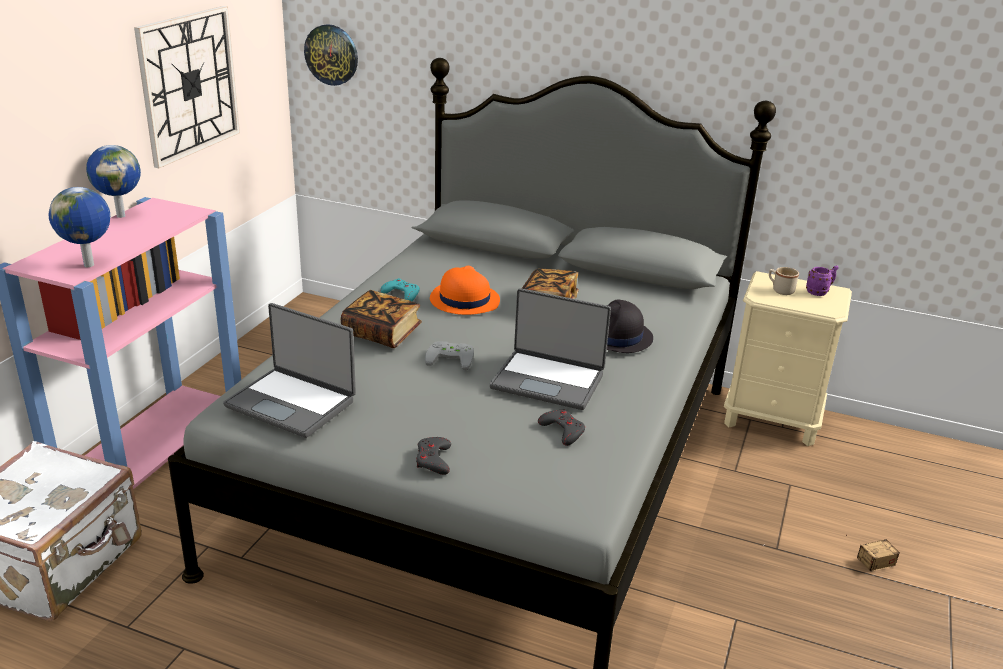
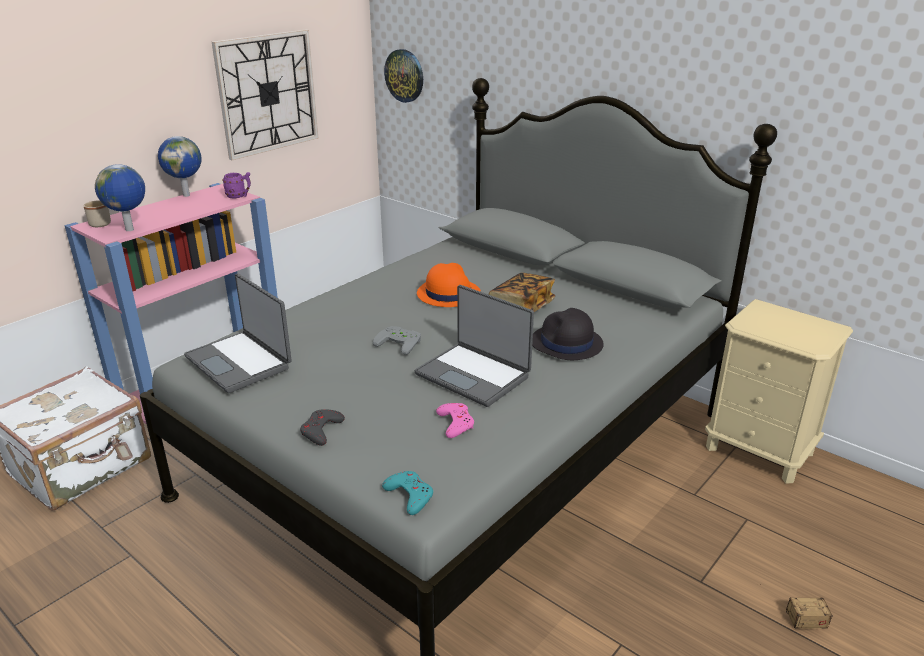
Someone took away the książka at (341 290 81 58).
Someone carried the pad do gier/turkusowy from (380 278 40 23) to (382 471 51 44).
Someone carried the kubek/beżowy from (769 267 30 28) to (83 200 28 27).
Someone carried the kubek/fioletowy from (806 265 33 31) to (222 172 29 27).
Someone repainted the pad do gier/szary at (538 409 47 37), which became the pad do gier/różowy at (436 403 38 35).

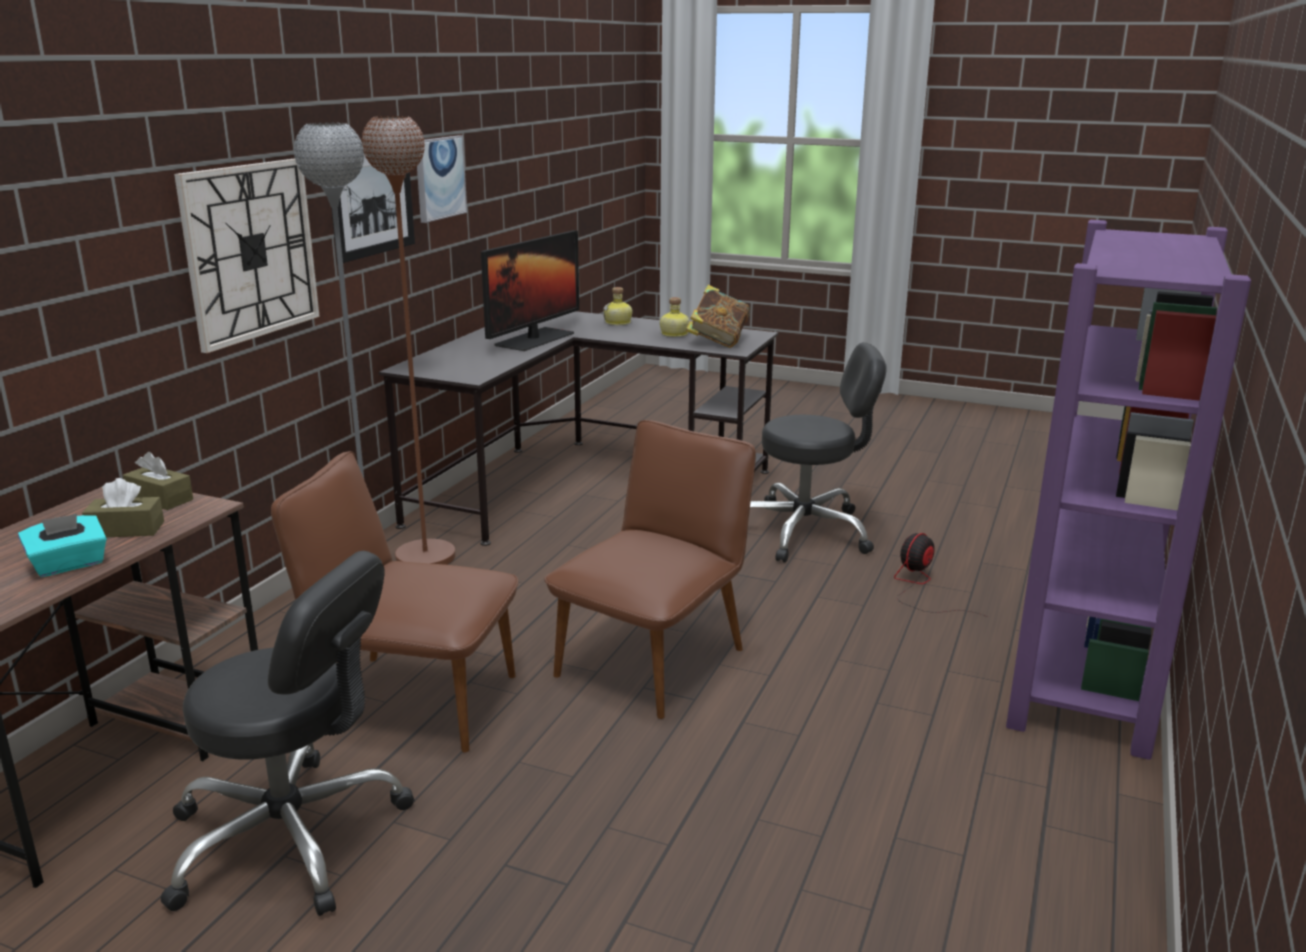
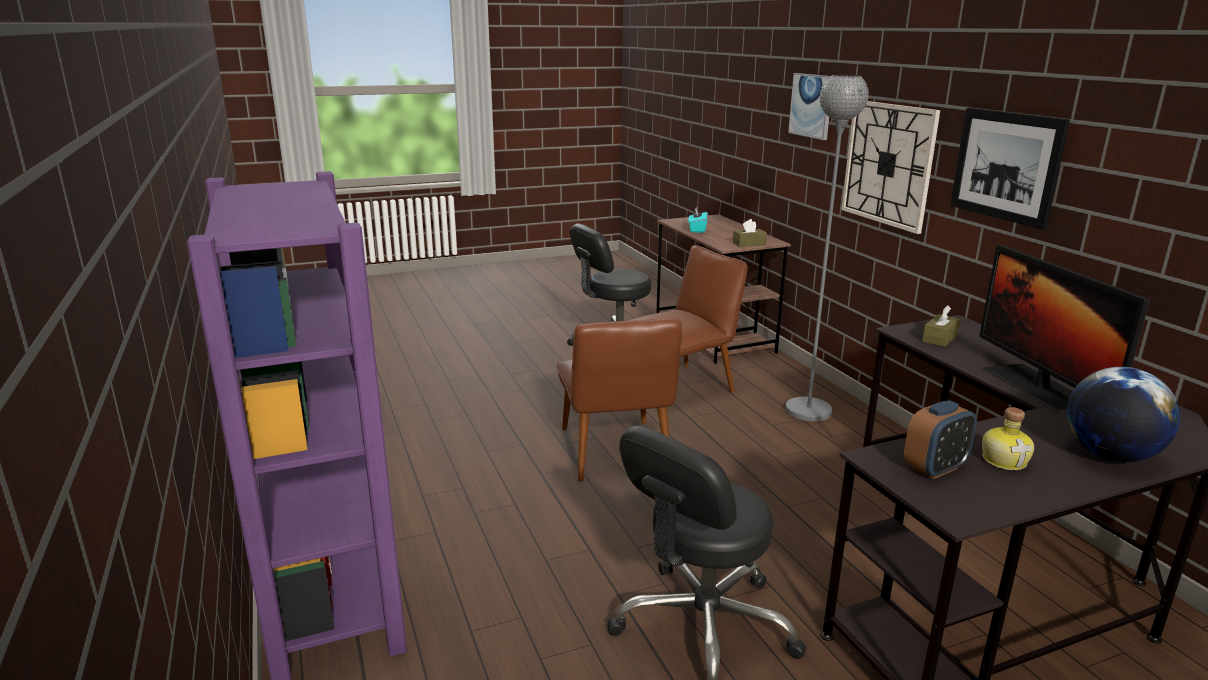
Someone took away the lampa stojąca/brązowy at (362 116 94 449).
Someone took away the wentylator at (894 533 94 84).
Someone carried the pudełko chusteczek/brązowy from (82 478 82 59) to (922 305 38 42).
Someone carried the obraz from (417 135 50 88) to (788 73 42 67).
Someone swapped the butelka at (603 287 29 38) for the globus at (1067 367 113 95).
Someone swapped the książka at (686 285 64 63) for the budzik at (904 400 73 79).

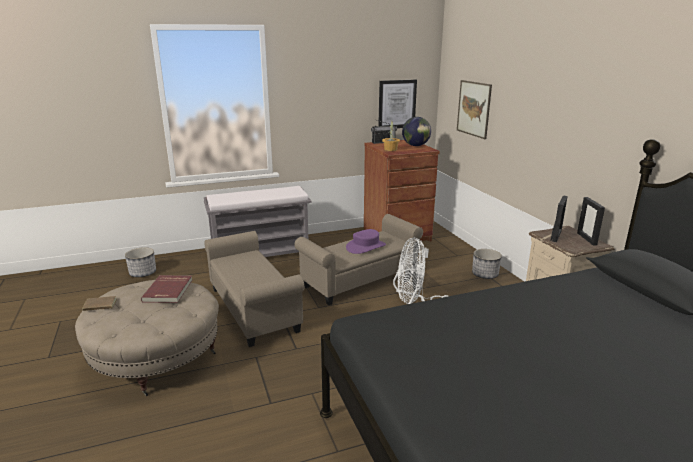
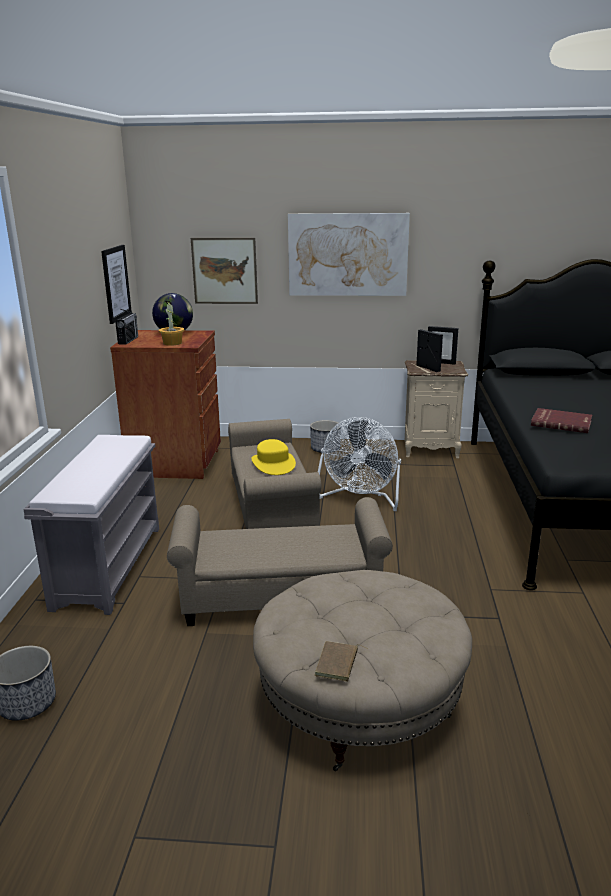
Someone put up the obraz at (288 213 122 83).
Someone carried the książka/czerwony from (141 275 51 28) to (531 408 61 25).
Someone repainted the kapelusz/fioletowy at (346 229 40 25), which became the kapelusz/żółty at (251 439 45 36).

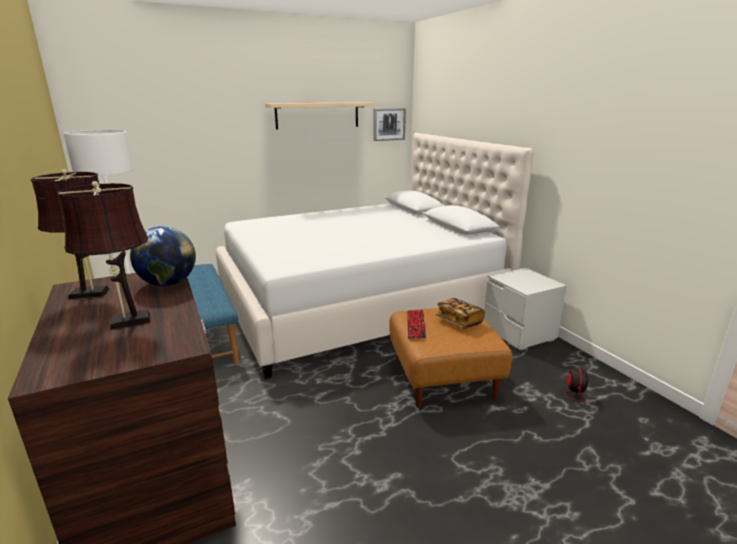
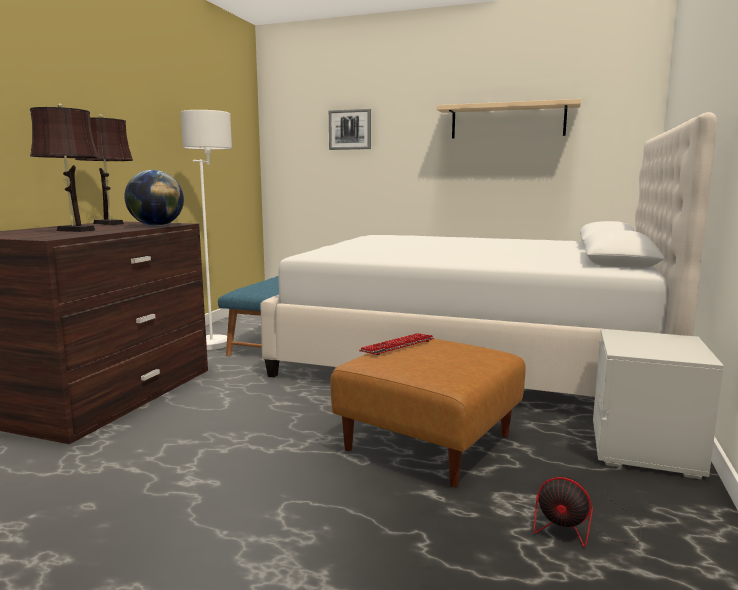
Someone took away the książka at (436 298 49 30).
Someone carried the obraz from (373 108 33 33) to (329 109 42 41).
Someone rotated the wentylator at (513 367 75 36) by 60 degrees clockwise.

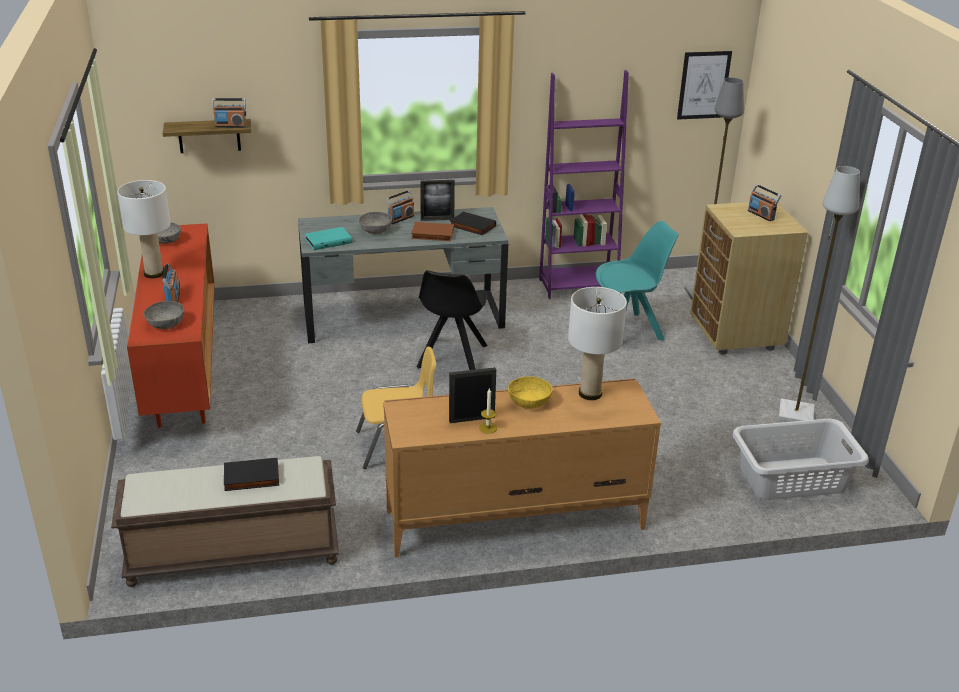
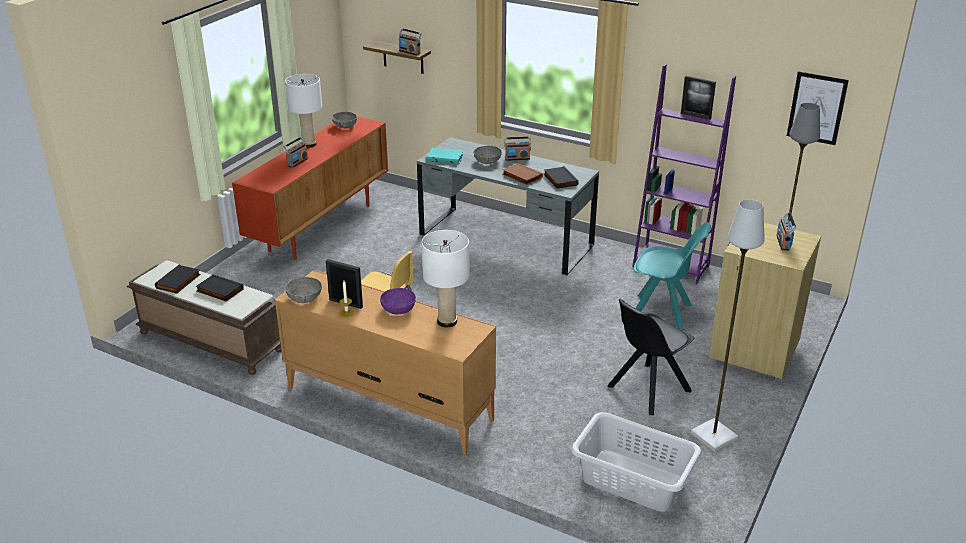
Someone put down the książka/czarny at (155 265 46 28).
Someone carried the miska/szary from (144 301 40 28) to (285 277 37 26).
Someone carried the krzesło/czarny from (416 270 72 100) to (608 299 86 116).
Someone carried the ramka na zdjęcie from (420 180 35 41) to (681 76 35 44).
Someone repainted the miska/żółty at (508 377 44 32), which became the miska/fioletowy at (380 288 36 27).

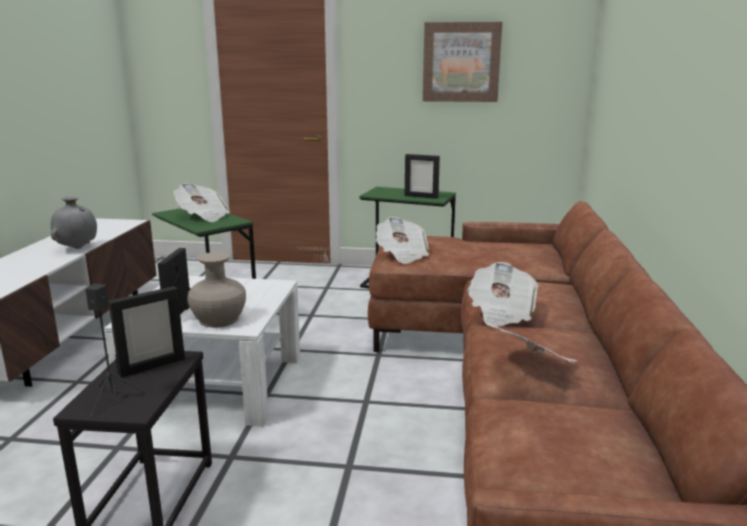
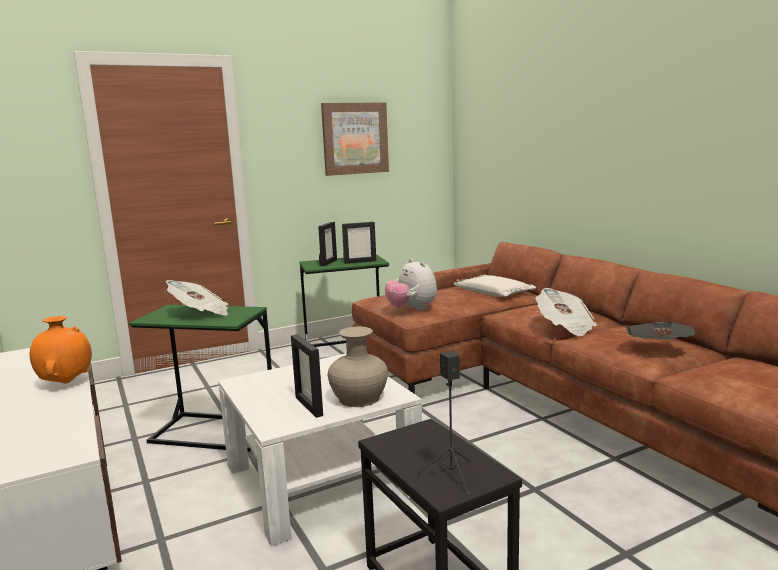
Someone put down the poduszka/biały at (454 274 82 23).
Someone carried the ramka na zdjęcie from (109 286 76 92) to (318 222 19 44).
Someone swapped the gazeta at (376 217 53 47) for the pluszak at (385 259 52 52).
Someone repainted the wazon/szary at (51 196 46 53), which became the wazon/pomarańczowy at (30 316 62 68).

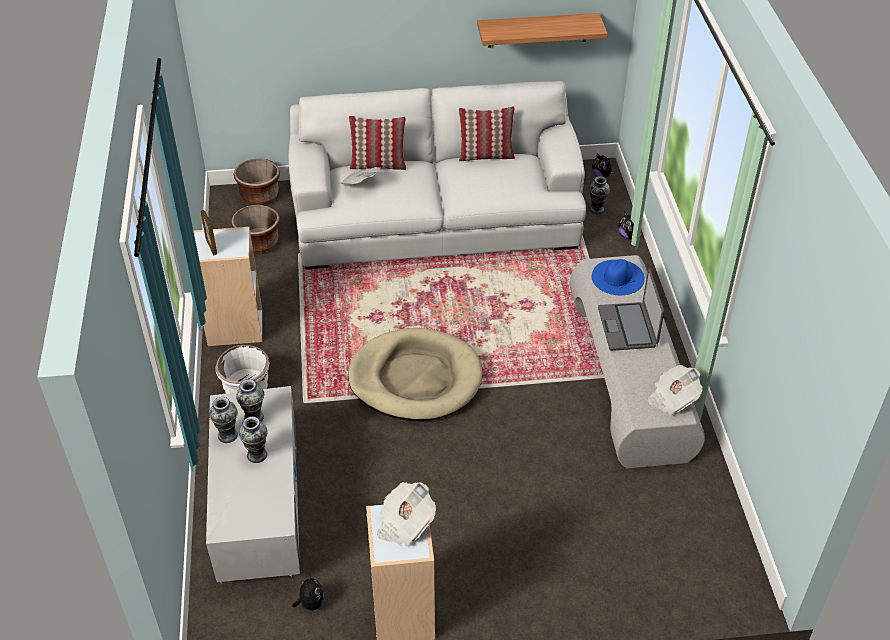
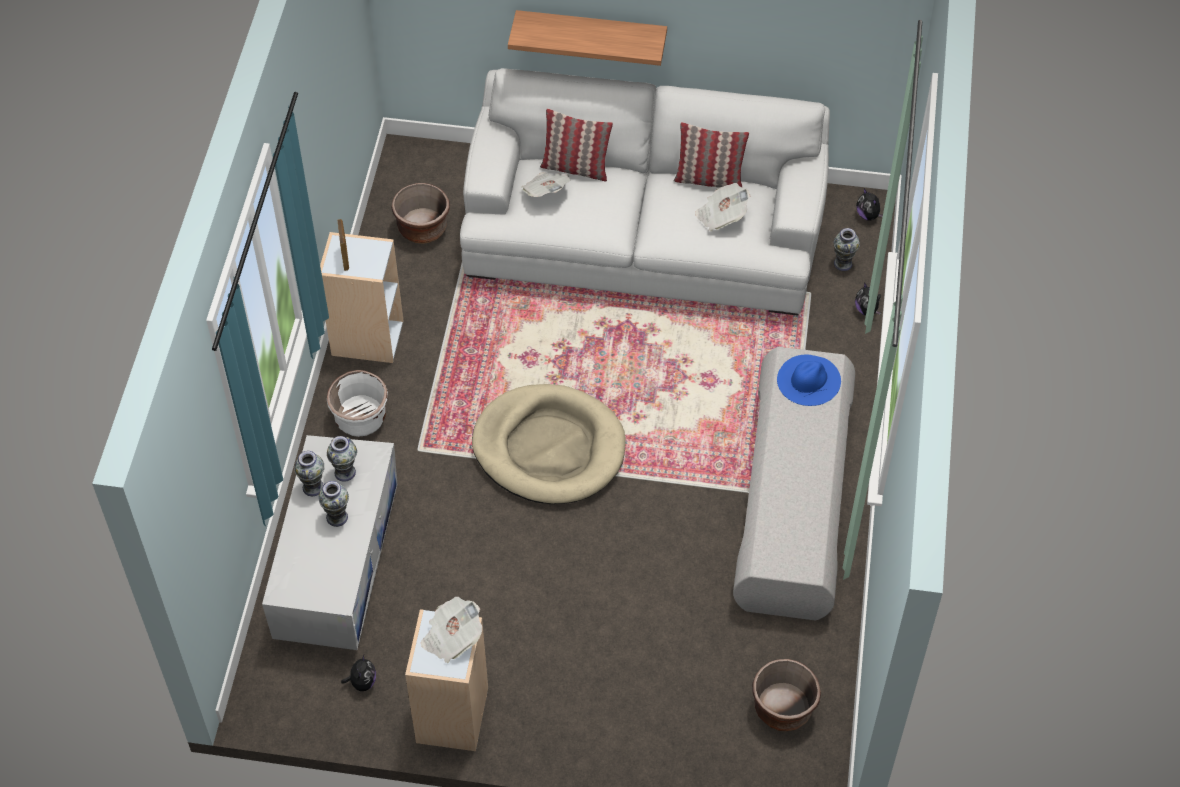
Someone took away the laptop at (598 269 66 82).
Someone carried the donica/brązowy from (234 159 46 46) to (752 659 69 72).
Someone carried the półka from (477 13 131 35) to (508 10 159 56).
Someone carried the gazeta from (647 365 55 50) to (695 183 55 48).

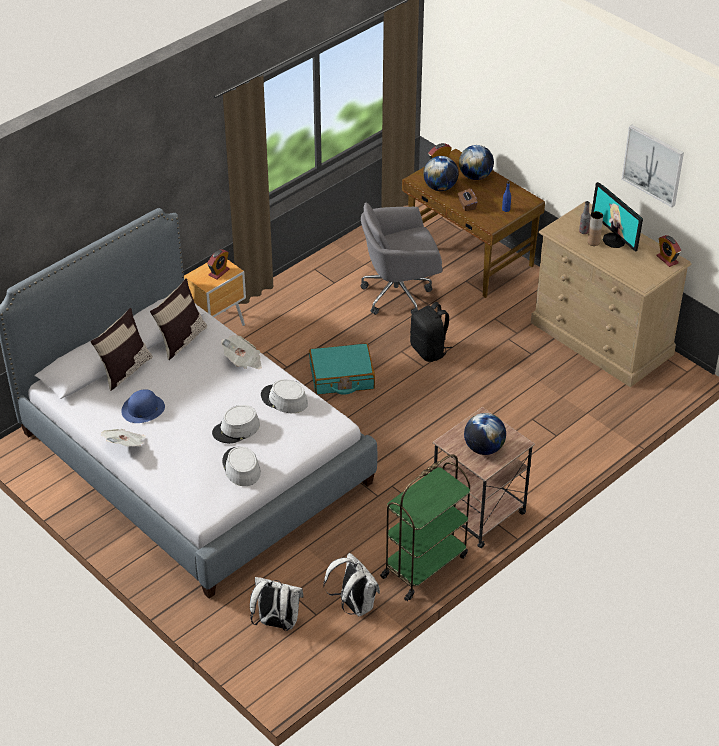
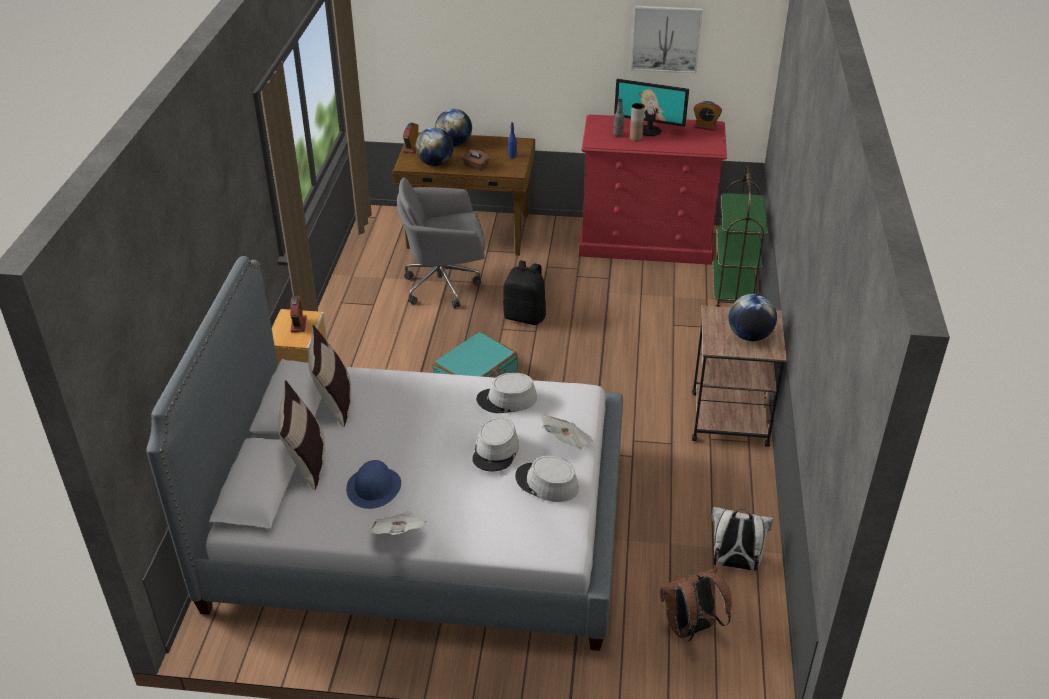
Someone carried the gazeta from (221 335 41 34) to (541 416 55 33).
Someone carried the wózek/zielony from (380 454 90 147) to (713 165 55 142).
Someone repainted the plecak/biały at (250 577 54 54), which became the plecak/brązowy at (660 567 72 75).
Someone repainted the komoda/beżowy at (531 201 161 186), which became the komoda/czerwony at (579 114 148 151).
Someone rotated the krzesło biurowe/szary at (361 203 82 112) by 45 degrees clockwise.

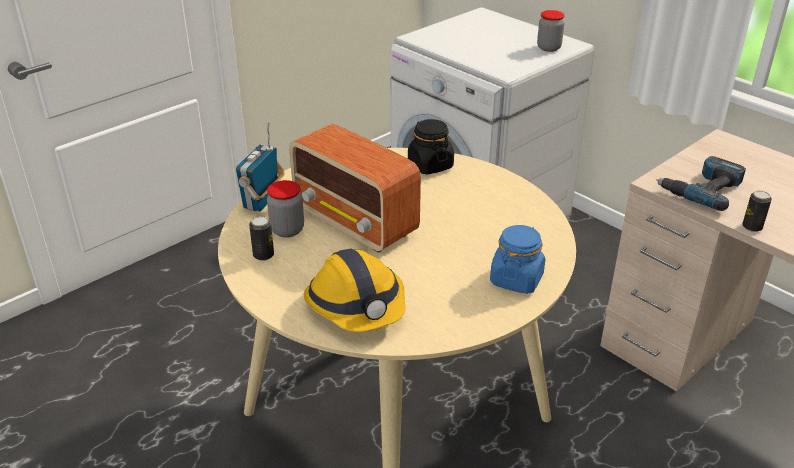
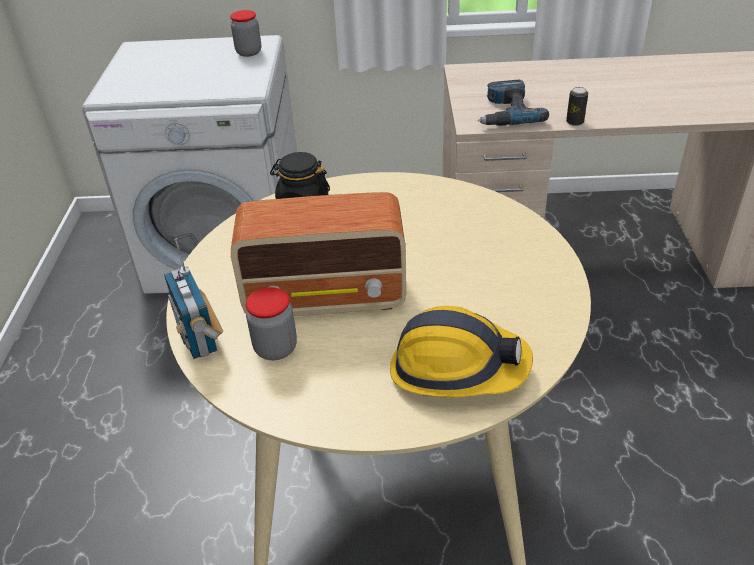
Someone took away the puszka at (249 216 25 45).
Someone took away the słoik/niebieski at (490 225 55 69).

